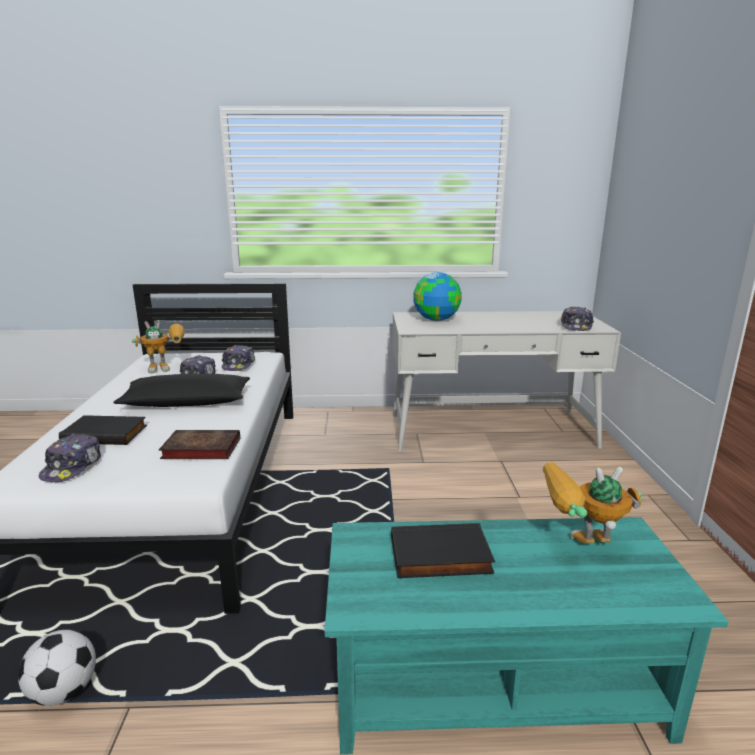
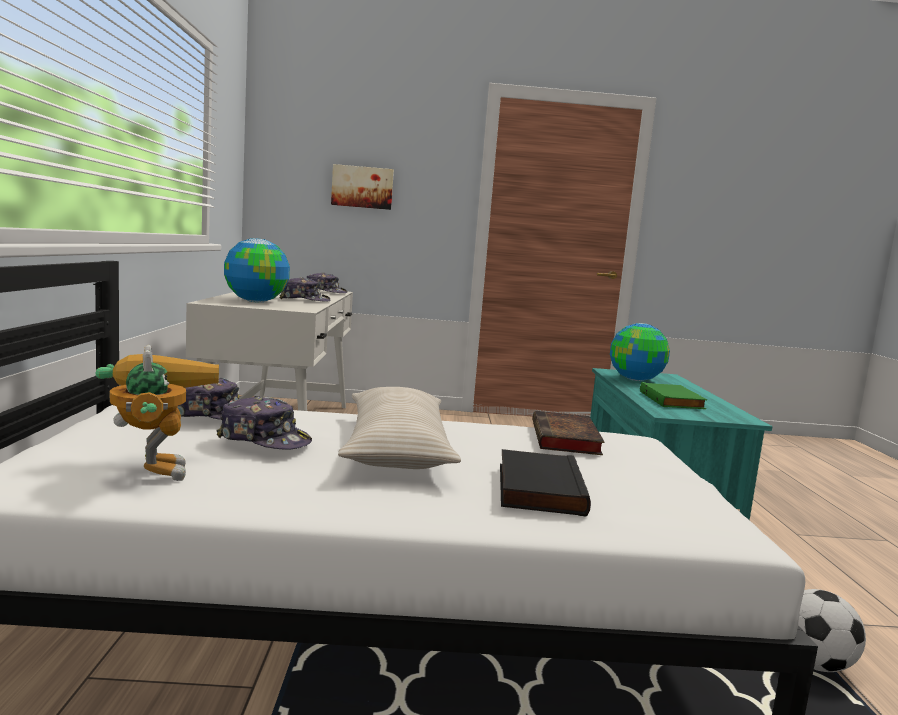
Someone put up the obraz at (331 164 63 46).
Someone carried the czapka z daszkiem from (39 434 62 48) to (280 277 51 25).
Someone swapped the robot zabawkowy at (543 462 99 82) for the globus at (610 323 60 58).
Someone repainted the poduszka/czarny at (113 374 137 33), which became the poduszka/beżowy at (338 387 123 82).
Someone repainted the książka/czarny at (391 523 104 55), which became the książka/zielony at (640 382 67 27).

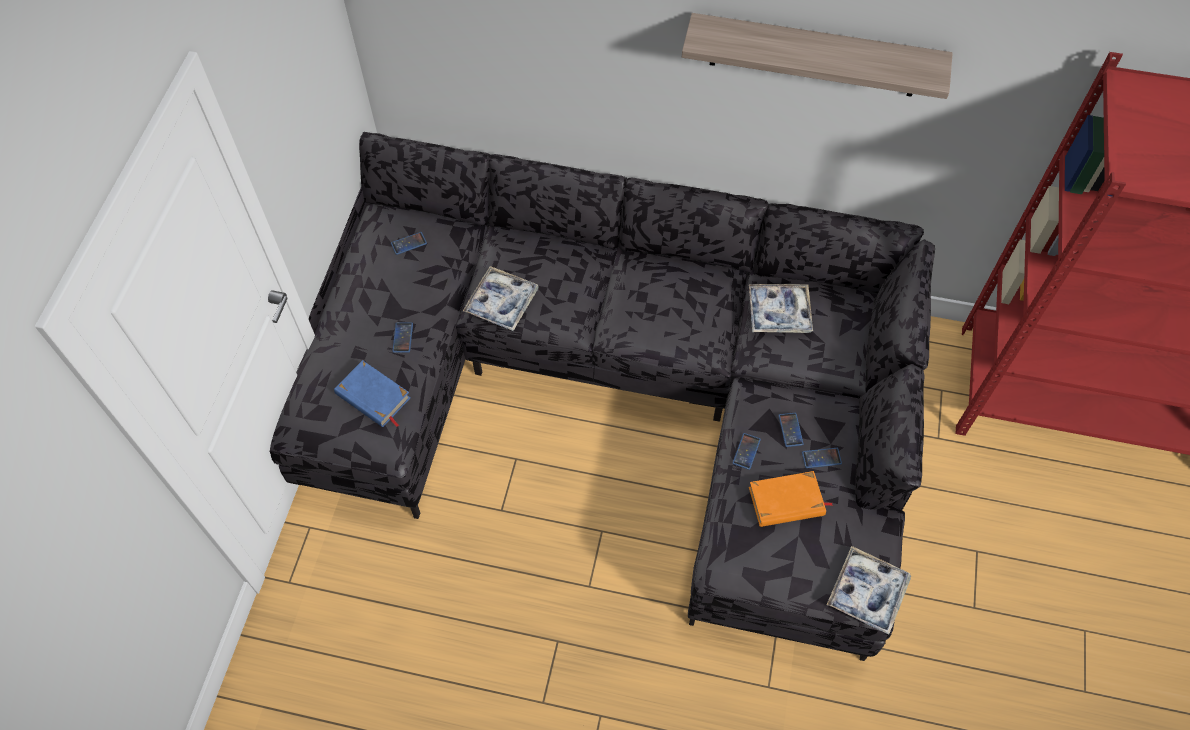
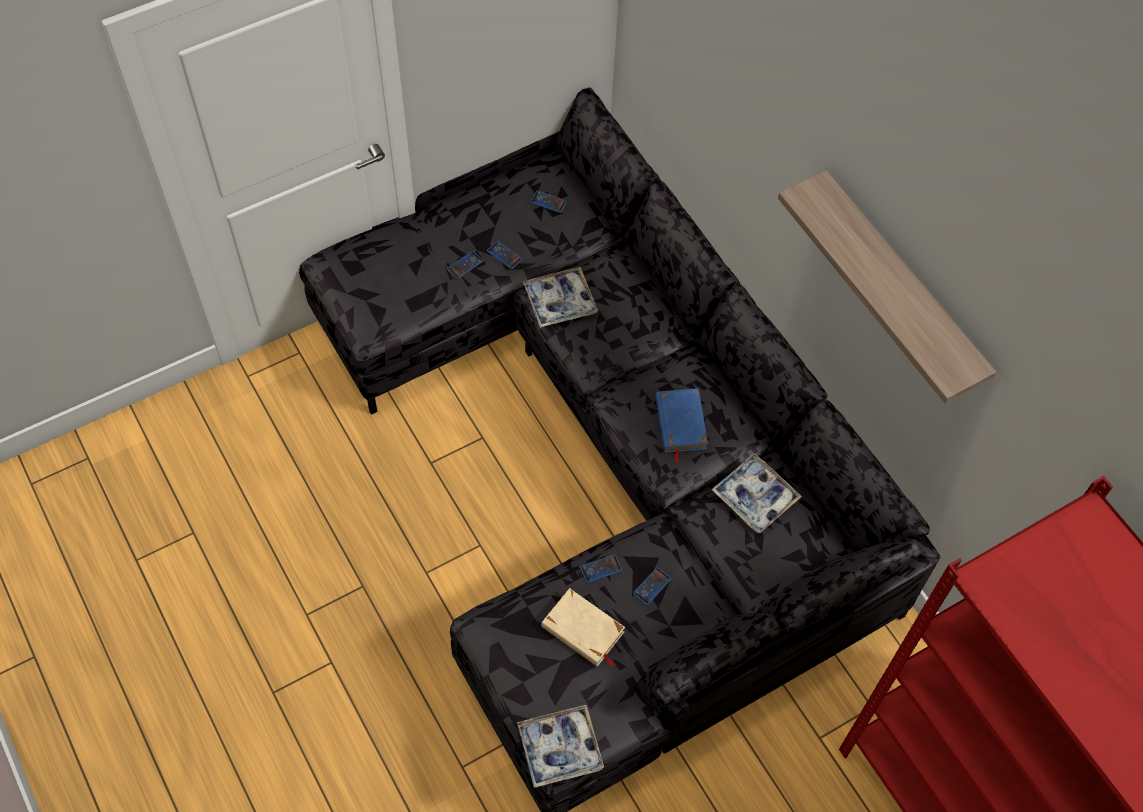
Someone carried the książka/niebieski from (334 360 76 67) to (655 388 53 74).
Someone carried the telefon from (802 448 40 20) to (487 241 36 28).
Someone repainted the książka/pomarańczowy at (749 471 84 56), which became the książka/beżowy at (541 588 84 79).

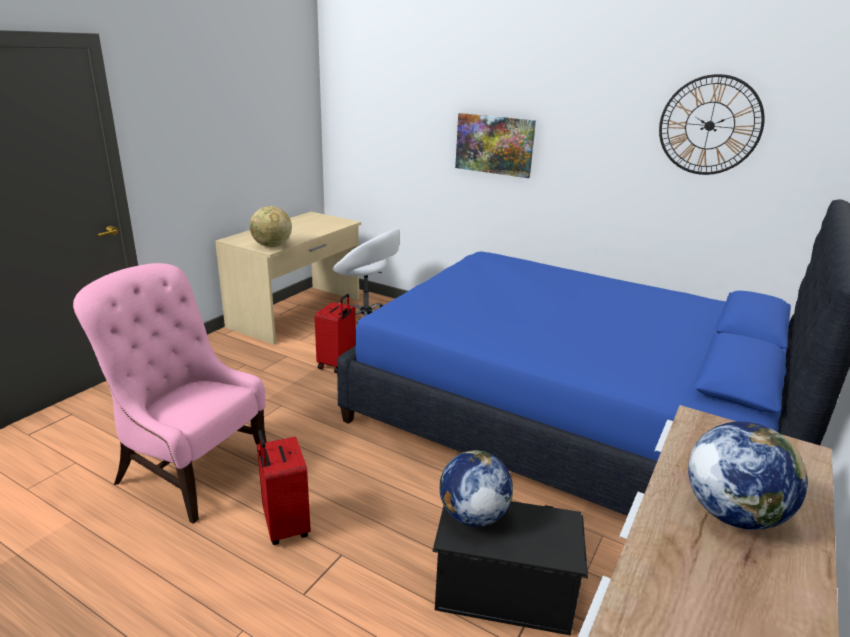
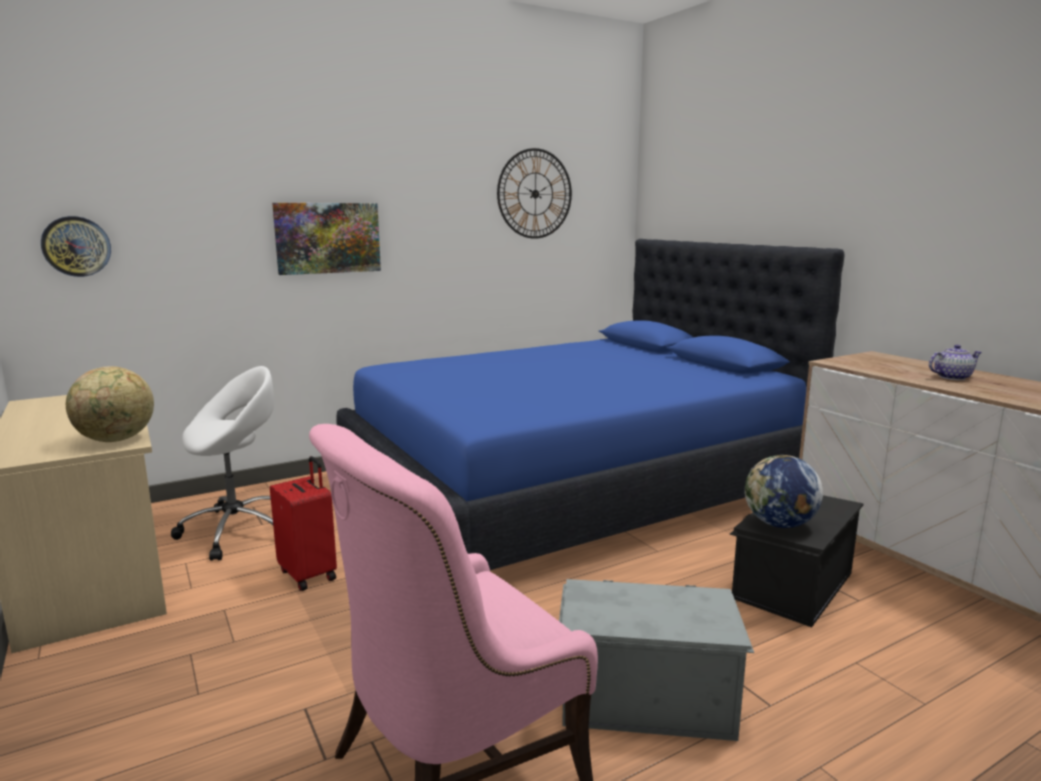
Someone put up the zegar ścienny at (41 216 70 61).
Someone swapped the walizka/czerwony at (257 430 54 115) for the pojemnik do przechowywania/szary at (559 579 195 162).
Someone swapped the globus at (688 421 120 109) for the imbryk at (929 344 53 36).

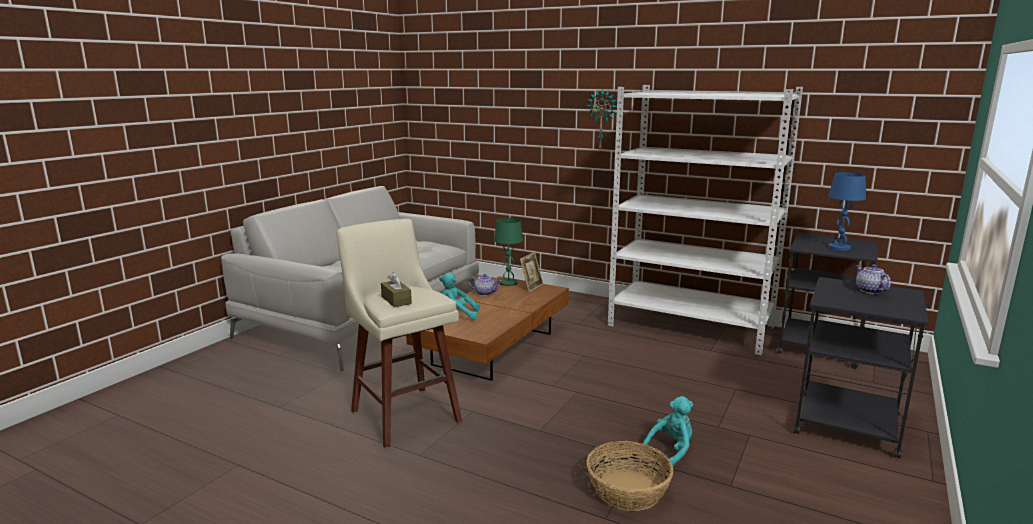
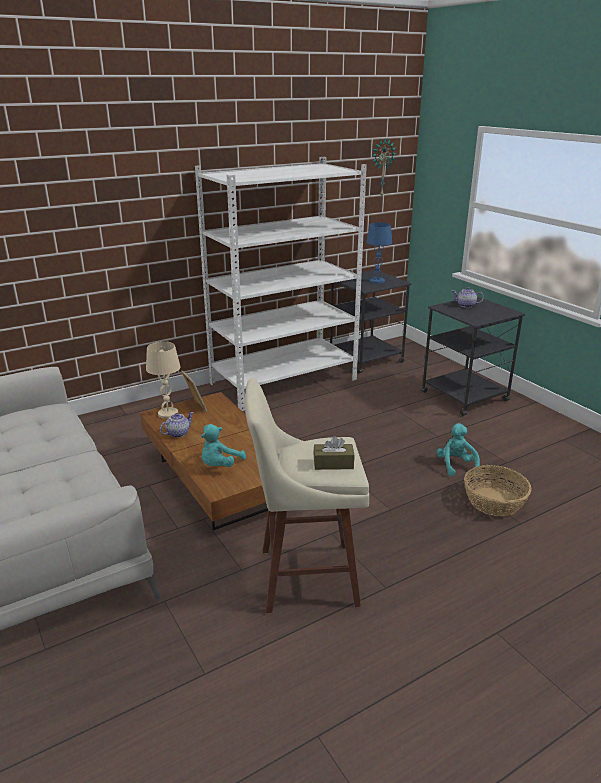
Someone carried the zegar ścienny from (587 89 30 61) to (372 138 24 58).
Someone repainted the lampa stołowa/zielony at (494 218 29 68), which became the lampa stołowa/beżowy at (146 341 34 78).

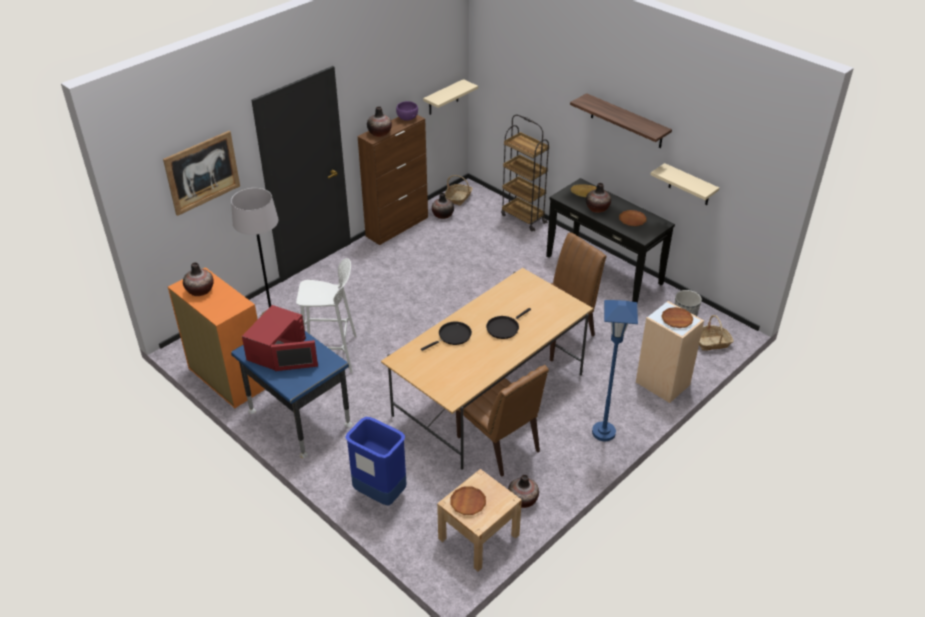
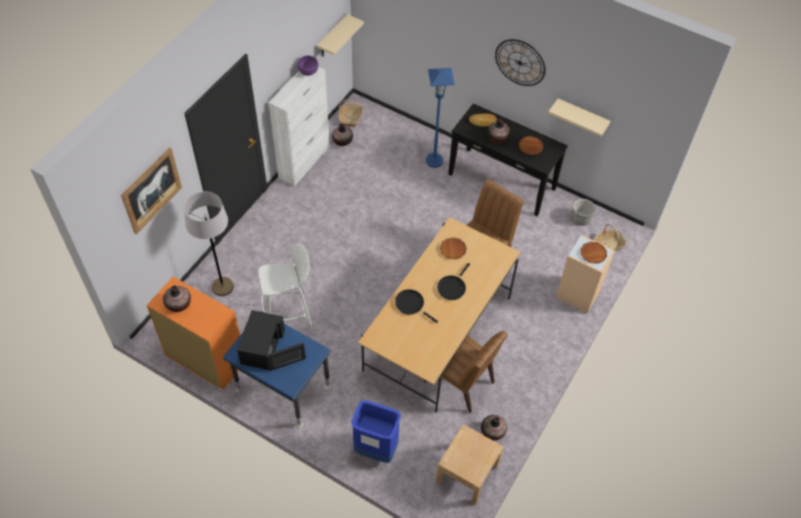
Someone took away the wazon at (367 106 25 31).
Someone took away the wózek/brązowy at (501 115 48 116).
Someone carried the talerz/brązowy from (450 486 36 29) to (440 238 27 21).
Someone carried the lampa stojąca/niebieski from (592 300 46 141) to (426 68 29 100).
Someone swapped the półka at (570 93 102 55) for the zegar ścienny at (495 39 51 47).
Someone repainted the mikrofalówka/czerwony at (242 305 76 66), which became the mikrofalówka/czarny at (237 310 69 61).
Someone repainted the szafka/brązowy at (357 115 71 130), which became the szafka/biały at (268 67 62 119).
Someone rotated the patelnia/czarny at (421 322 51 29) by 90 degrees counterclockwise.

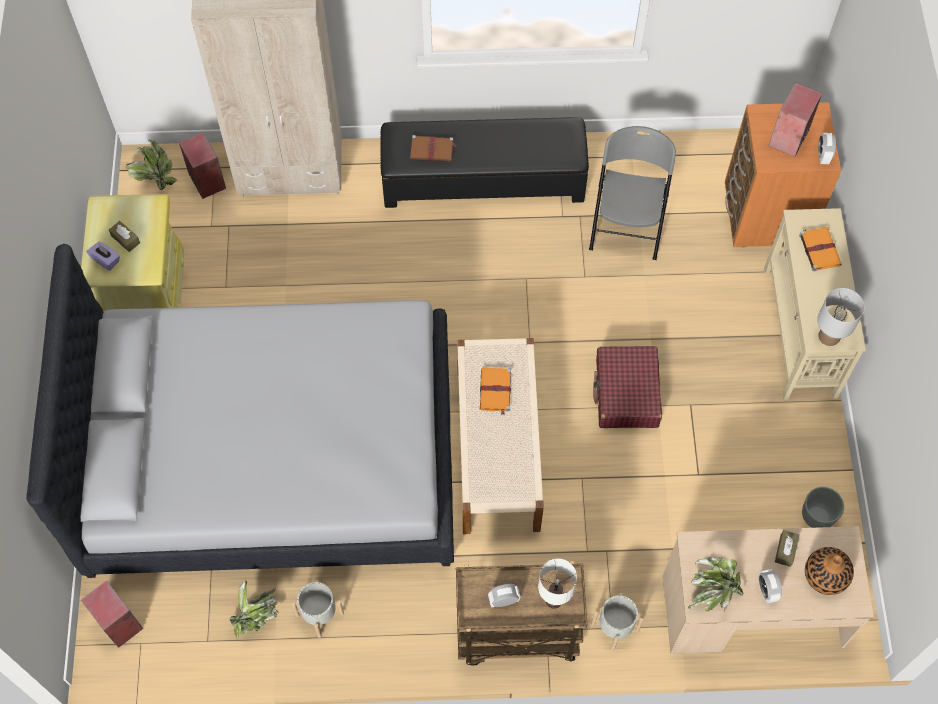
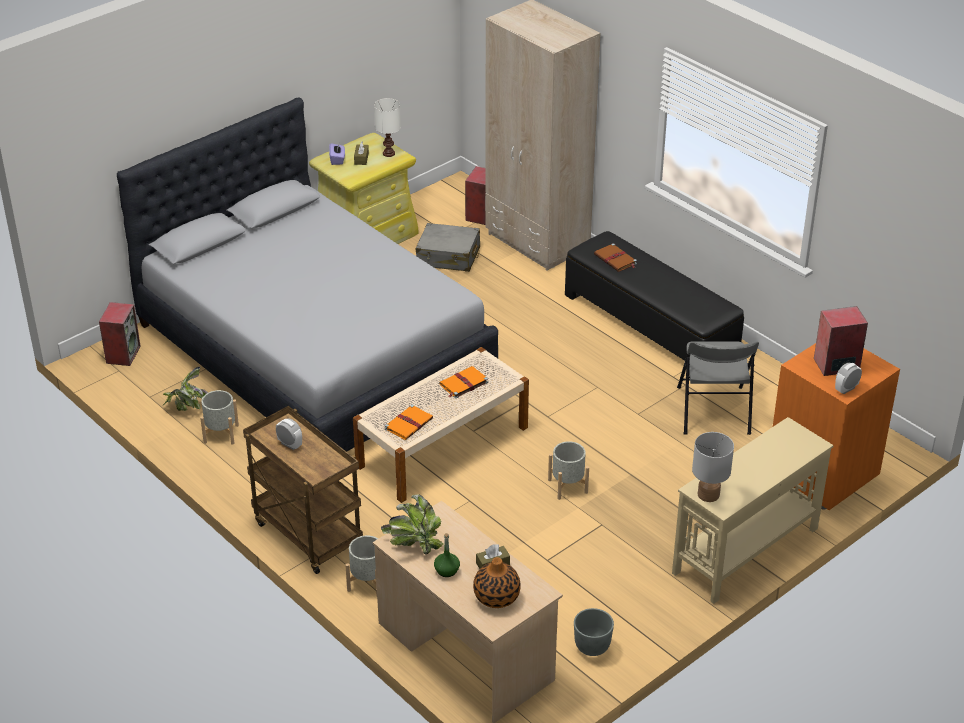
Someone took away the roślina doniczkowa at (126 139 51 51).
Someone put down the walizka/szary at (416 223 64 49).
Someone carried the lampa stołowa/biały from (538 558 39 51) to (374 98 27 59).
Someone carried the książka/pomarańczowy from (799 227 43 44) to (385 404 48 36).
Someone swapped the walizka/czerwony at (593 346 69 82) for the donica/szary at (548 441 41 59).
Someone swapped the budzik at (759 569 23 35) for the butelka/zielony at (434 533 26 44).
Someone rotated the krzesło/szary at (589 126 87 134) by 120 degrees clockwise.

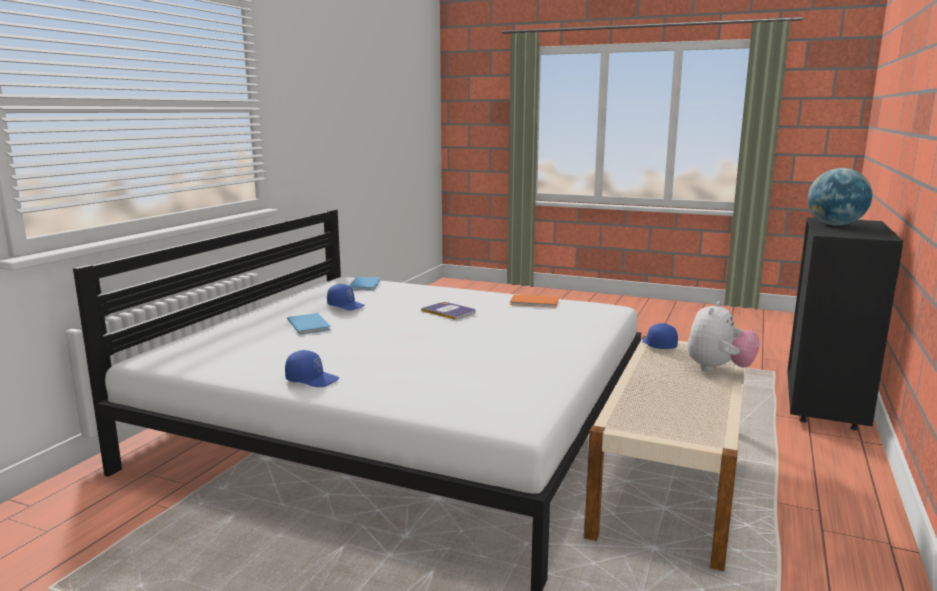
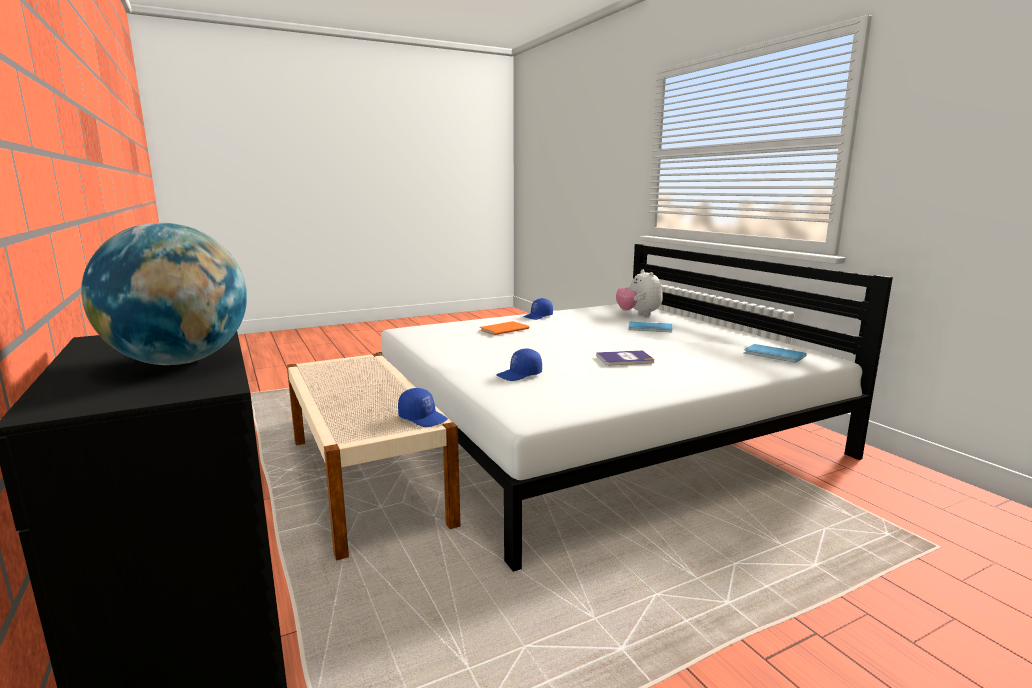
Someone carried the czapka z daszkiem/niebieski from (327 284 38 26) to (497 348 45 33).
Someone carried the książka/pomarańczowy from (510 295 49 13) to (480 321 49 14).
Someone carried the pluszak from (687 301 73 71) to (616 270 47 46).

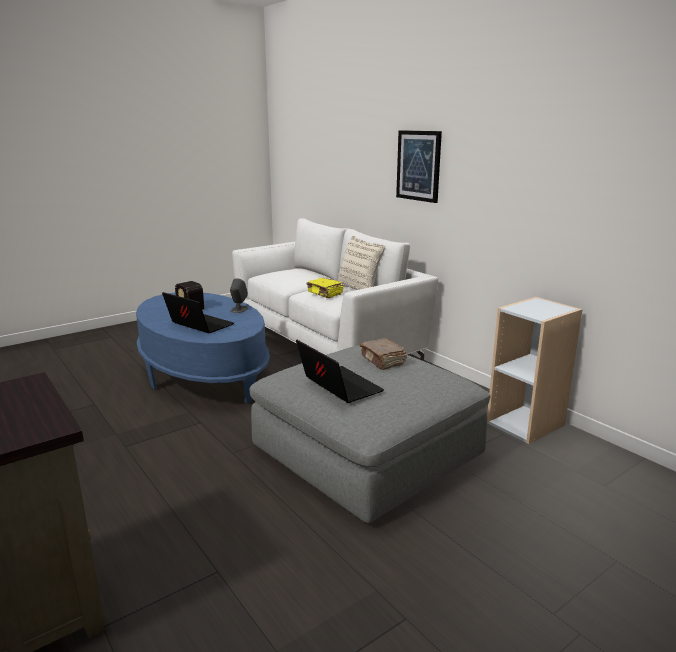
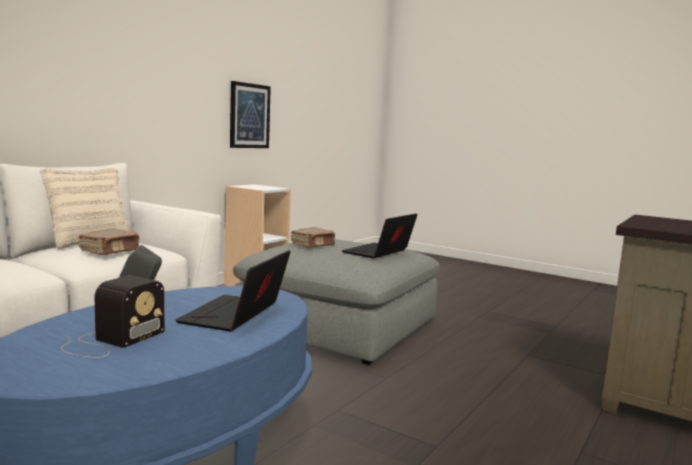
Someone carried the obraz from (396 130 46 73) to (230 81 41 67).
Someone repainted the książka/żółty at (306 278 37 20), which became the książka/brązowy at (78 228 62 27).

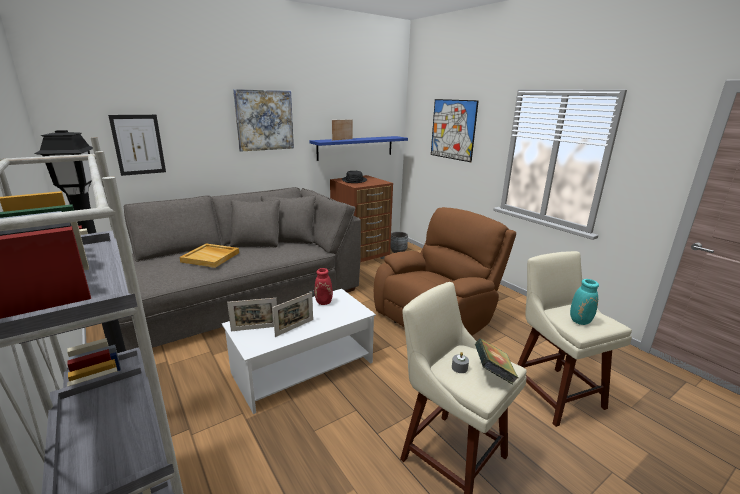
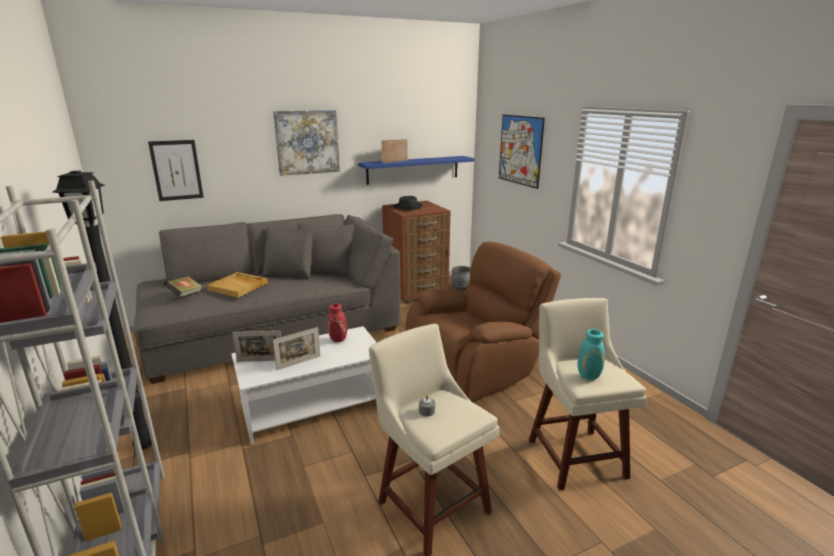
Someone carried the książka from (475 338 43 47) to (164 276 39 21).

